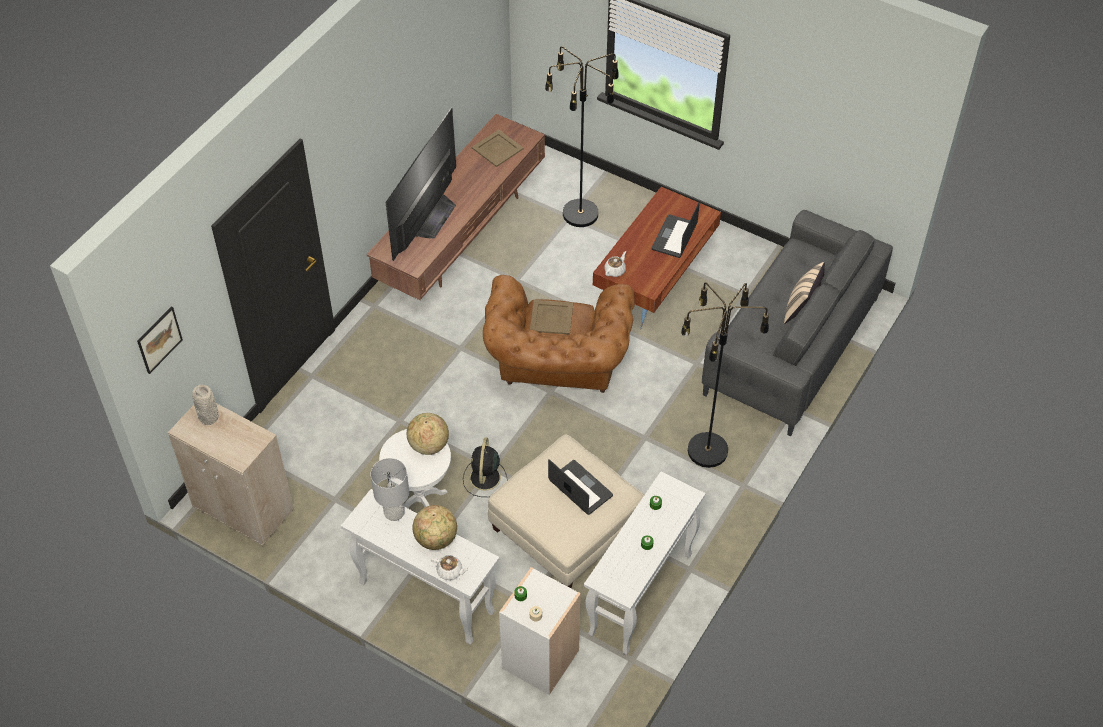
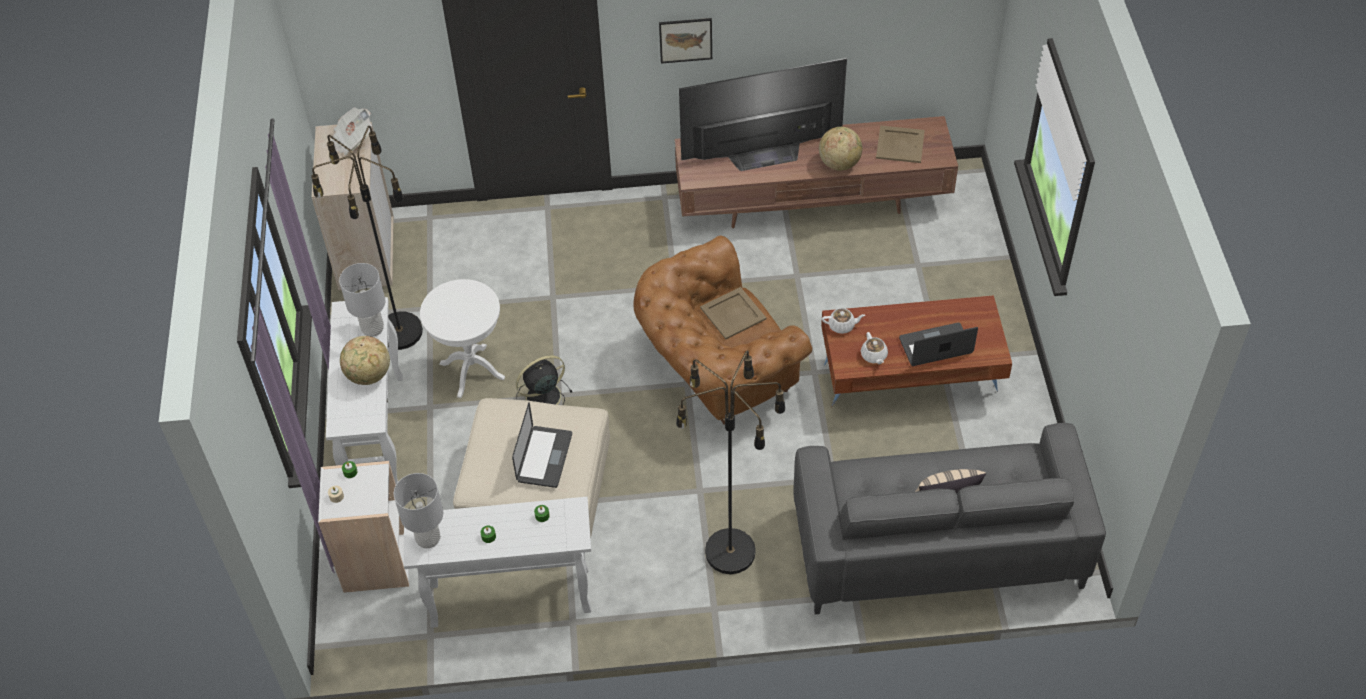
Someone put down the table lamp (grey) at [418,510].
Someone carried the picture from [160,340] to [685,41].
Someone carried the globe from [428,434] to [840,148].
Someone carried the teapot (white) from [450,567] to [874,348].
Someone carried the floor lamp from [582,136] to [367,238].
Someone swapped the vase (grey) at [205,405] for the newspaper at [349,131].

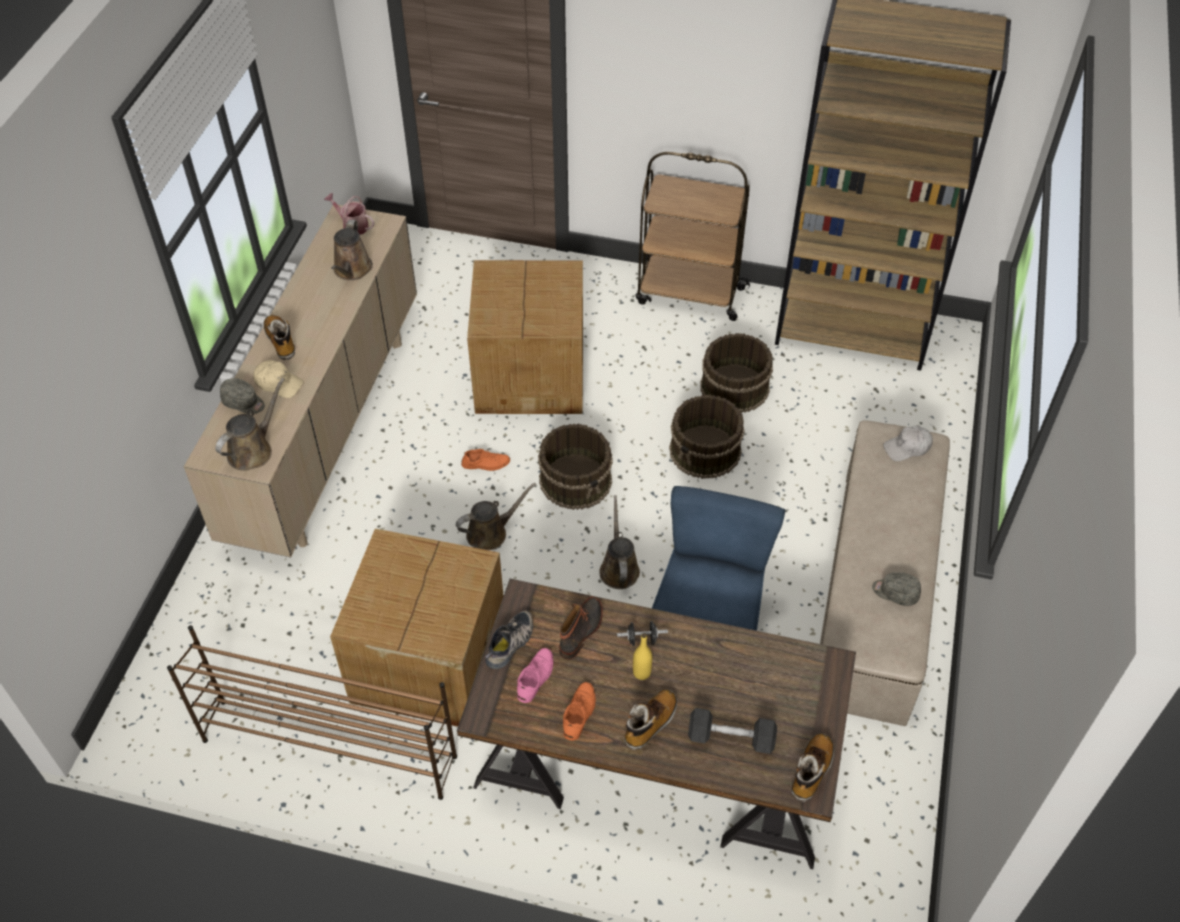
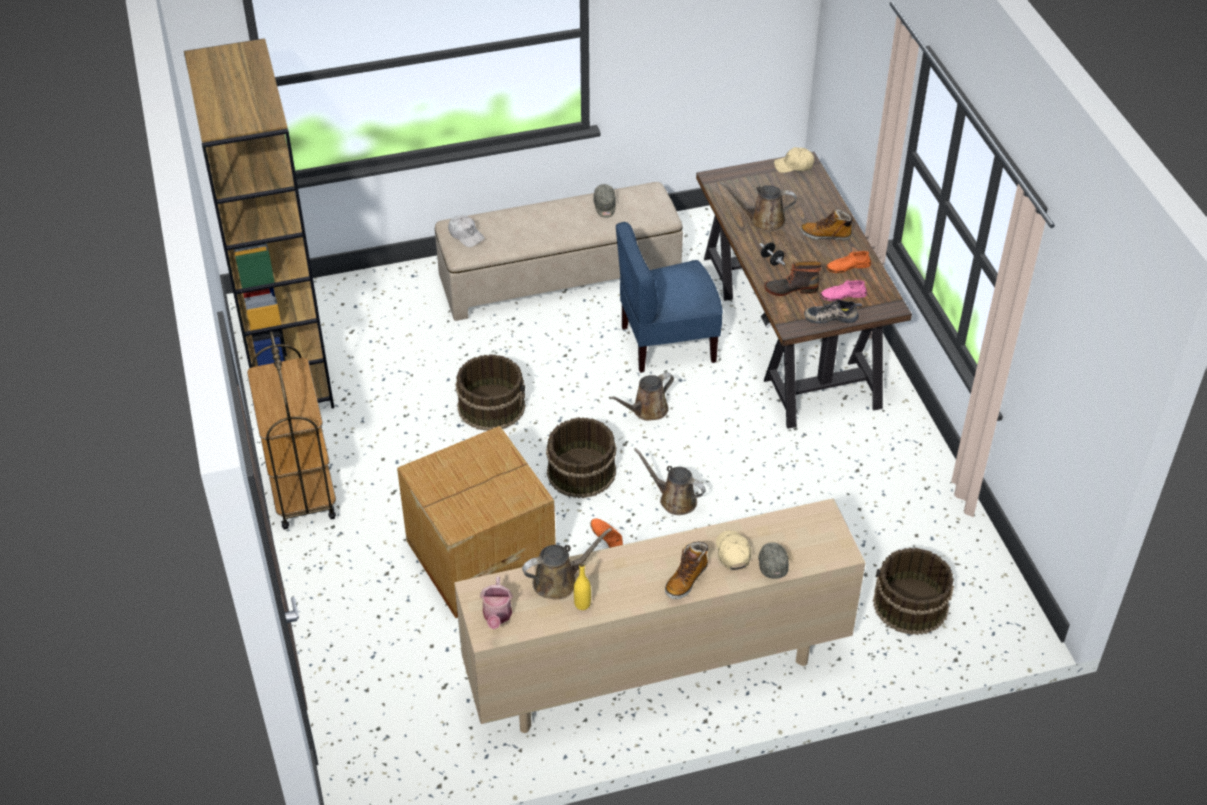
Someone took away the shoe rack (brown) at [312,712].
Someone took away the cardboard box at [416,628].
Someone took away the dumbbell (grey) at [732,731].
Someone carried the watering can (brown) from [250,424] to [758,207].
Someone carried the bottle (yellow) from [642,656] to [582,586].
Someone carried the bucket (brown) from [737,373] to [913,591].
Someone swapped the boot at [812,767] for the cap (beige) at [794,160].

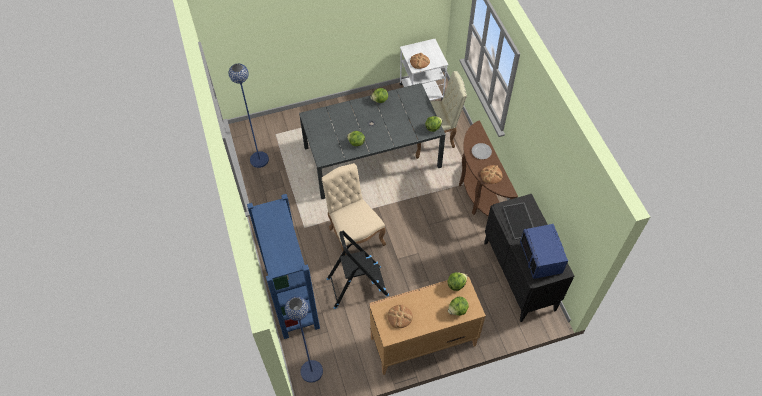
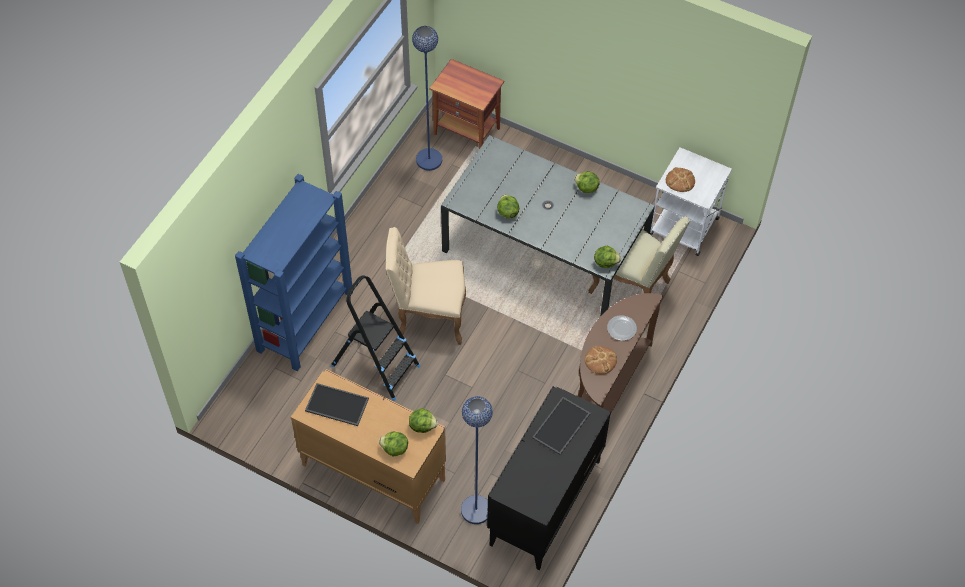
Someone took away the microwave (blue) at [544,251].
Someone put down the nightstand at [467,104].
Someone carried the floor lamp (blue) from [304,339] to [477,460].
Someone swapped the bread at [400,316] for the tray at [337,404].
Someone rotated the chair (beige) at [354,209] by 105 degrees counterclockwise.

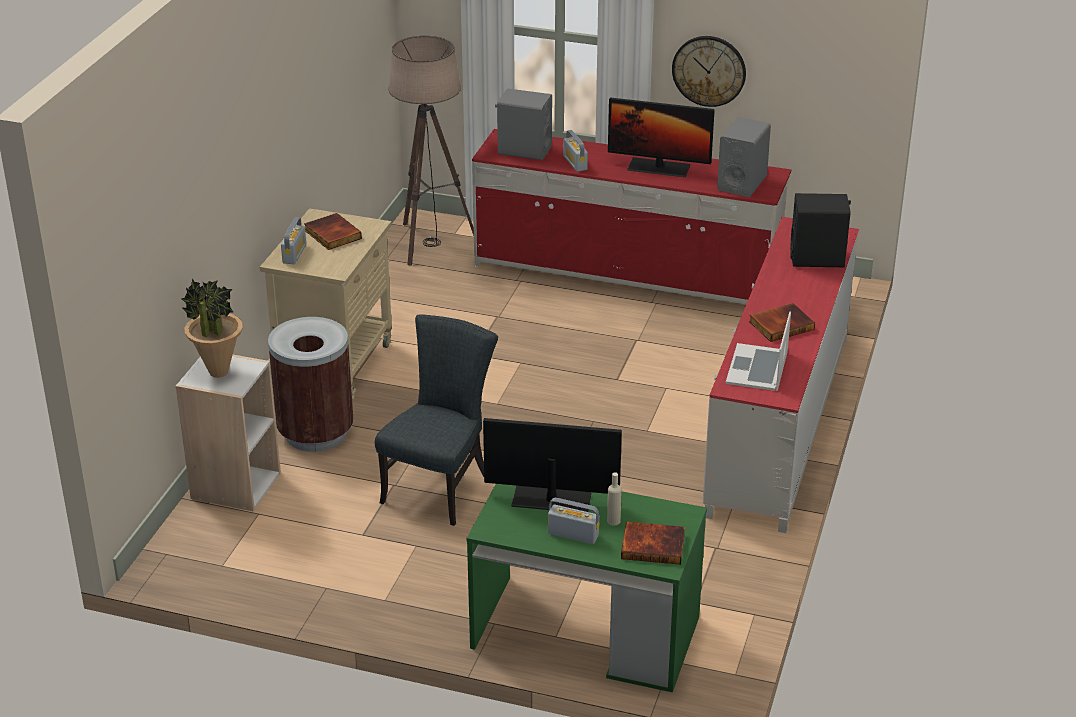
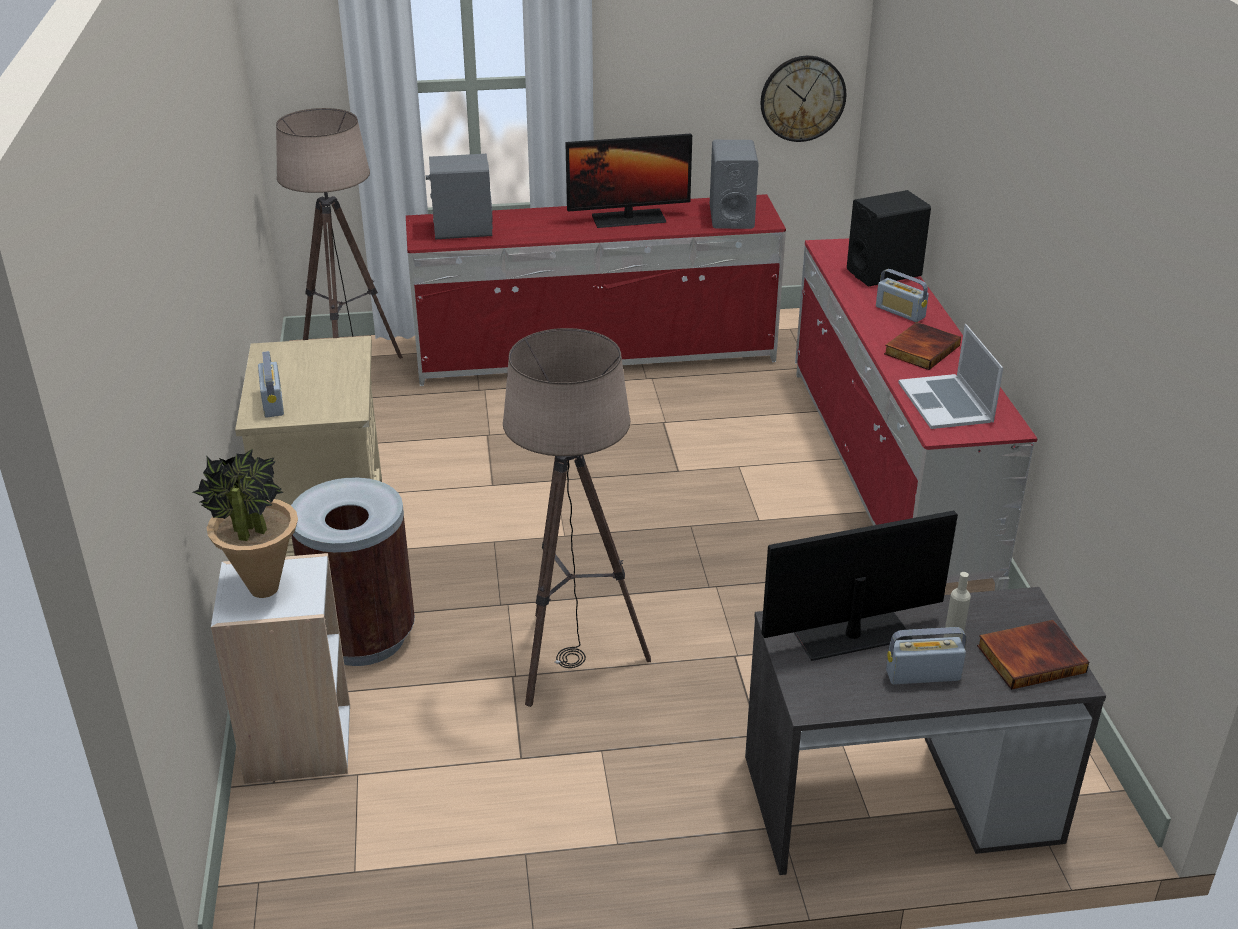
Someone took away the book at [333,231].
Someone carried the radio from [575,151] to [902,295].
Someone carried the wall clock from [709,71] to [803,99].
Someone swapped the chair (grey) at [436,420] for the floor lamp at [577,517].
Someone repainted the desk (green) at [587,588], which became the desk (grey) at [925,731].

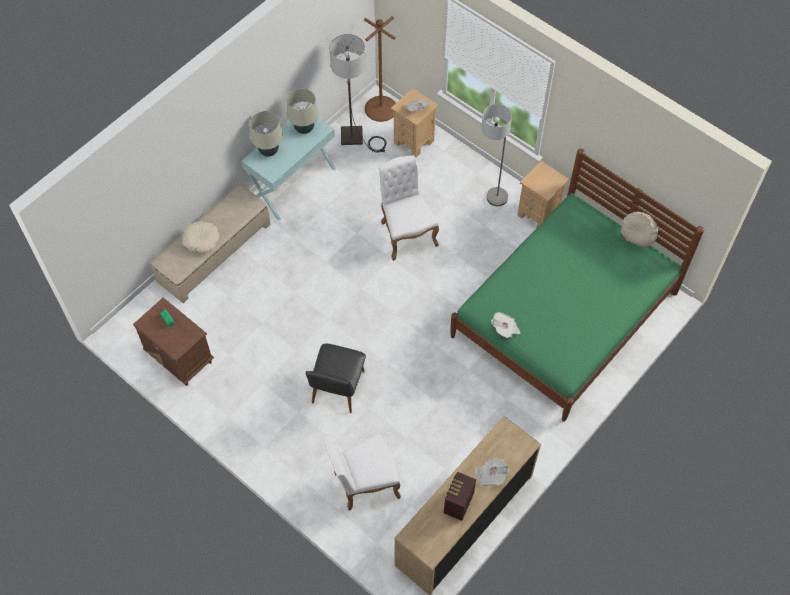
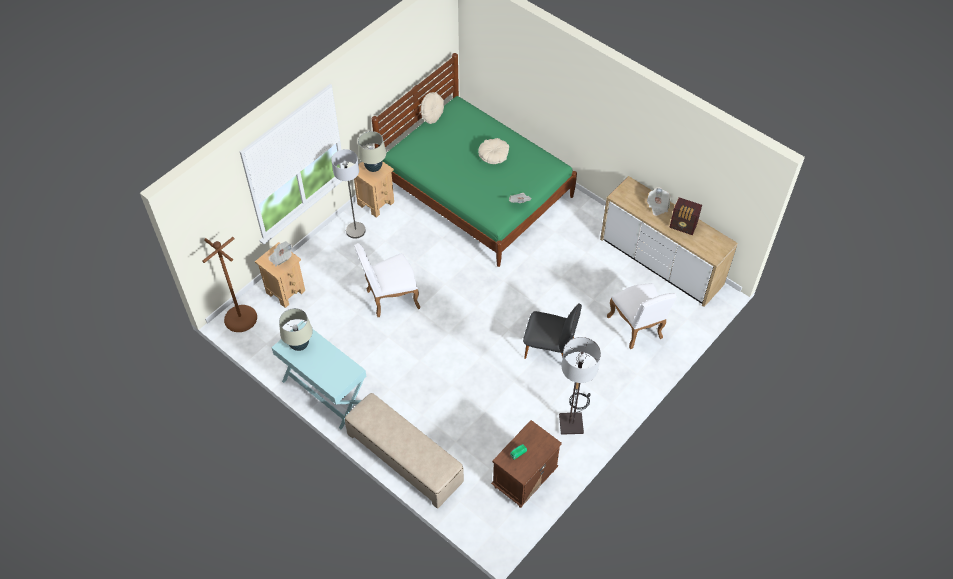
Someone carried the pillow (beige) from [200,237] to [493,151].
Someone carried the table lamp (beige) from [266,134] to [372,151].
Someone carried the floor lamp from [357,93] to [580,386].

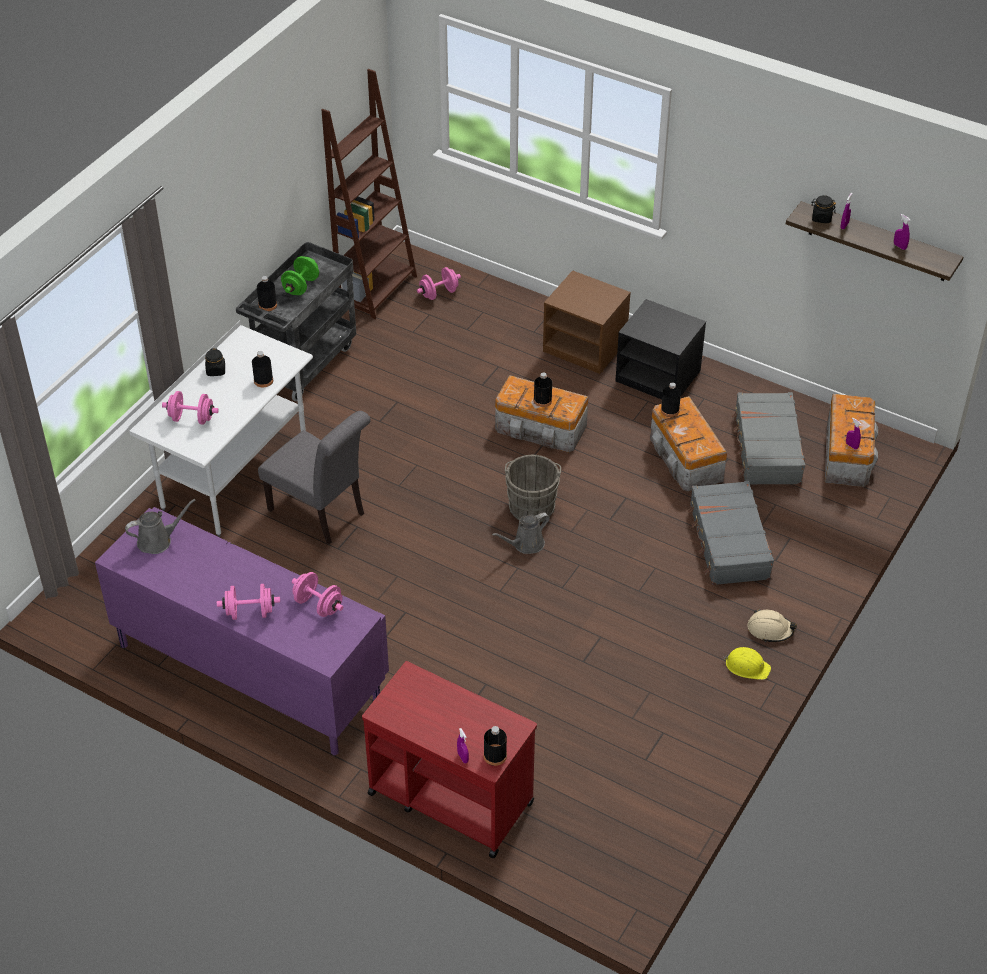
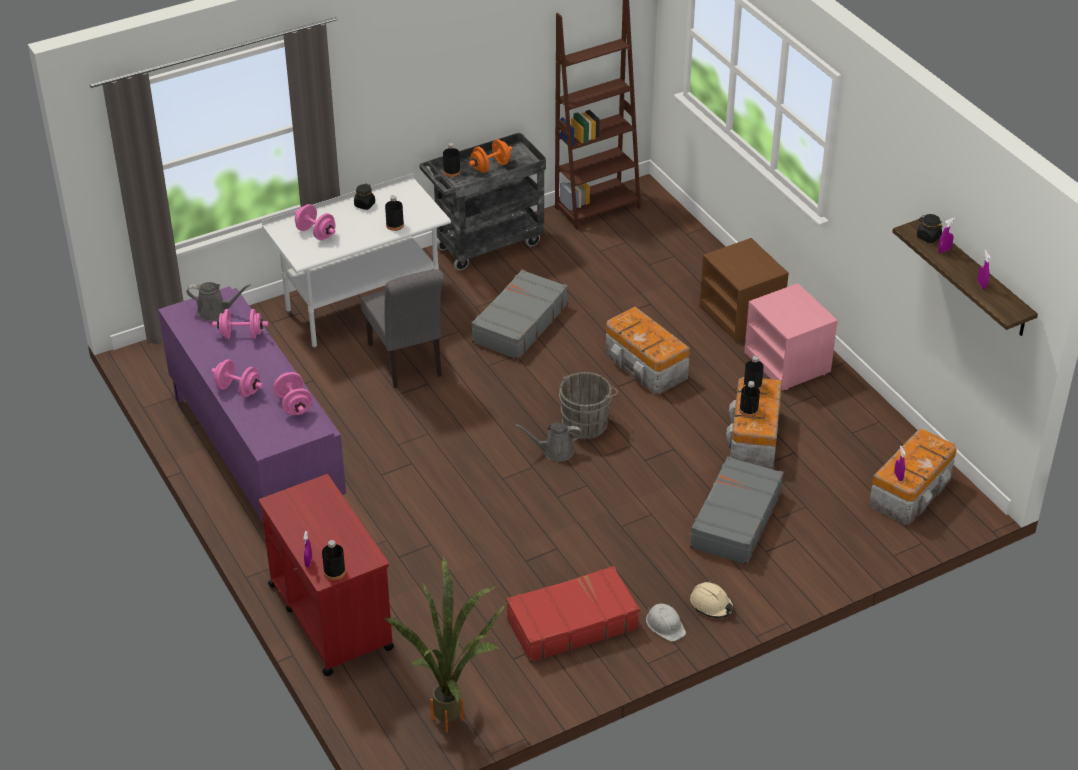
Someone put down the potted plant at [447,644].
Someone put down the suitcase (red) at [573,614].
Someone carried the dumbbell (pink) from [439,283] to [240,324].
Someone carried the bottle (black) from [543,389] to [749,399].
Someone carried the suitcase (grey) from [768,438] to [520,314].
Someone repainted the dumbbell (green) at [300,275], which became the dumbbell (orange) at [490,156].
Someone repainted the nightstand (black) at [660,349], which became the nightstand (pink) at [791,337].
Someone repainted the hard hat (yellow) at [747,663], which became the hard hat (white) at [666,623].

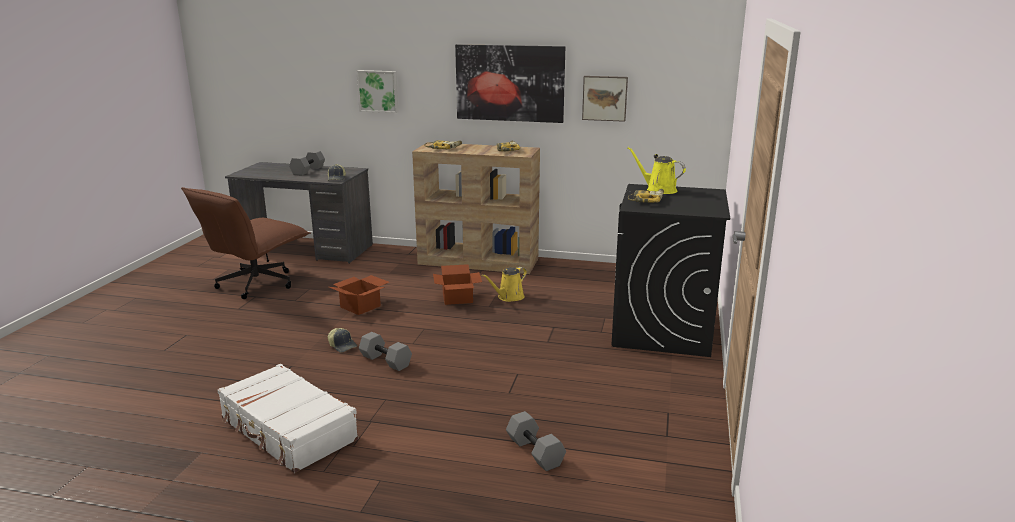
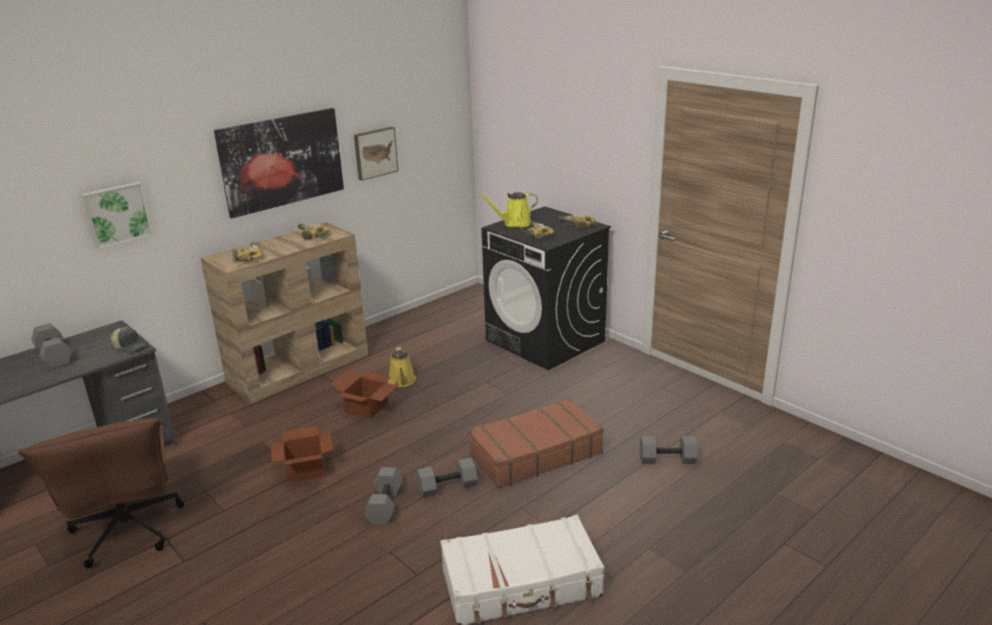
Someone put down the suitcase (brown) at [536,443].
Someone put down the power drill at [578,222].
Someone swapped the cap at [342,340] for the dumbbell (grey) at [383,496].

